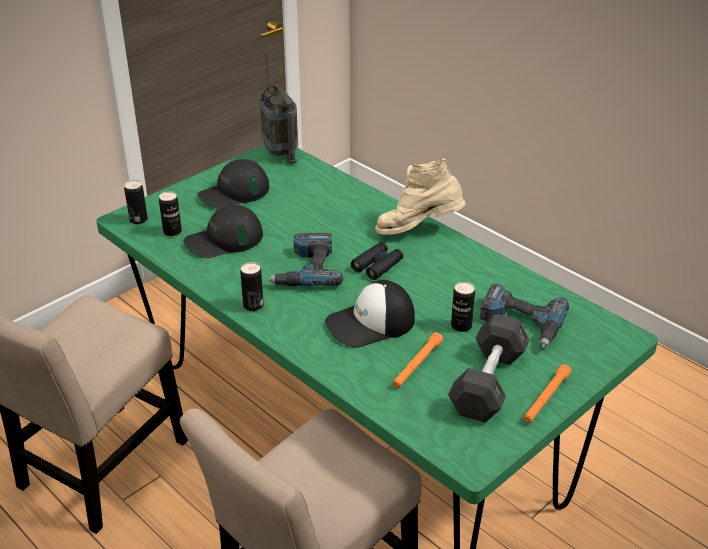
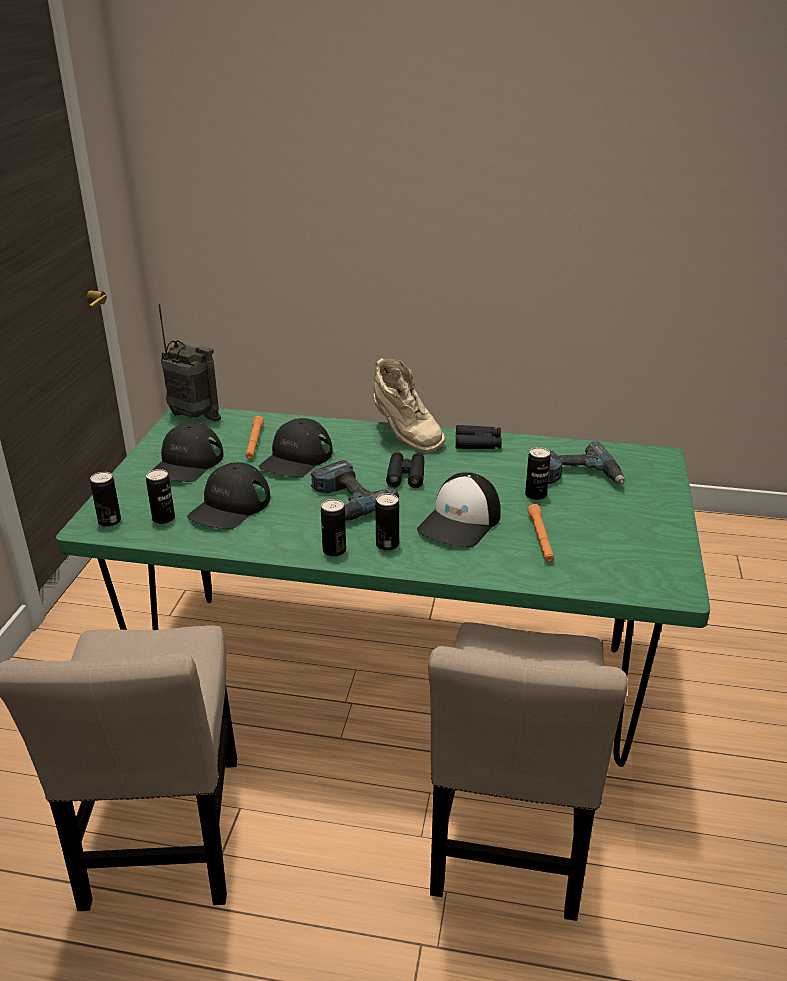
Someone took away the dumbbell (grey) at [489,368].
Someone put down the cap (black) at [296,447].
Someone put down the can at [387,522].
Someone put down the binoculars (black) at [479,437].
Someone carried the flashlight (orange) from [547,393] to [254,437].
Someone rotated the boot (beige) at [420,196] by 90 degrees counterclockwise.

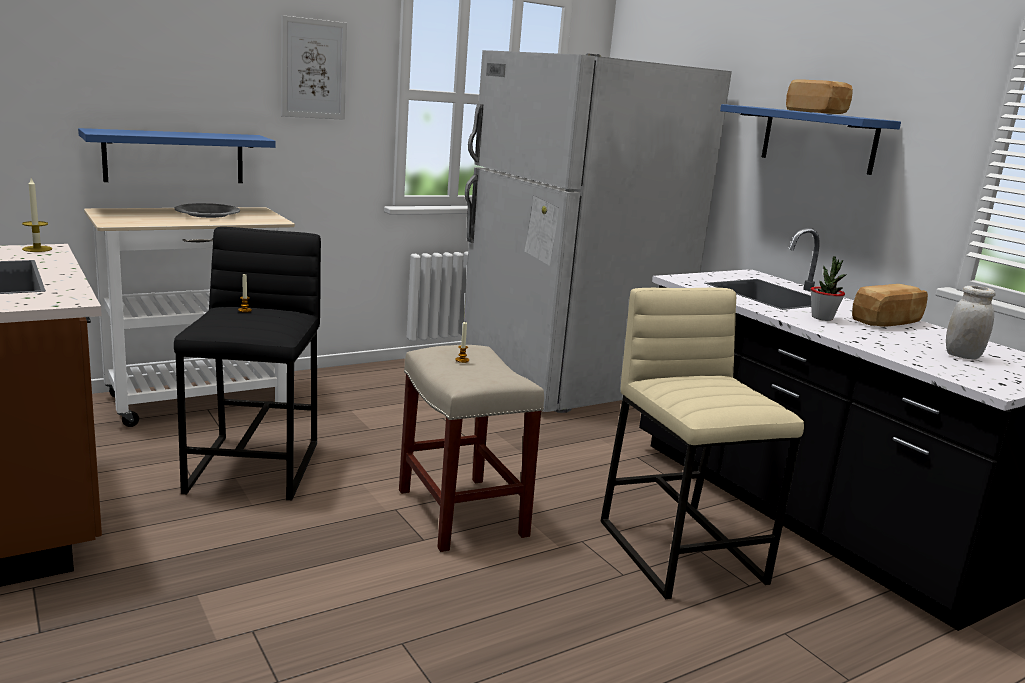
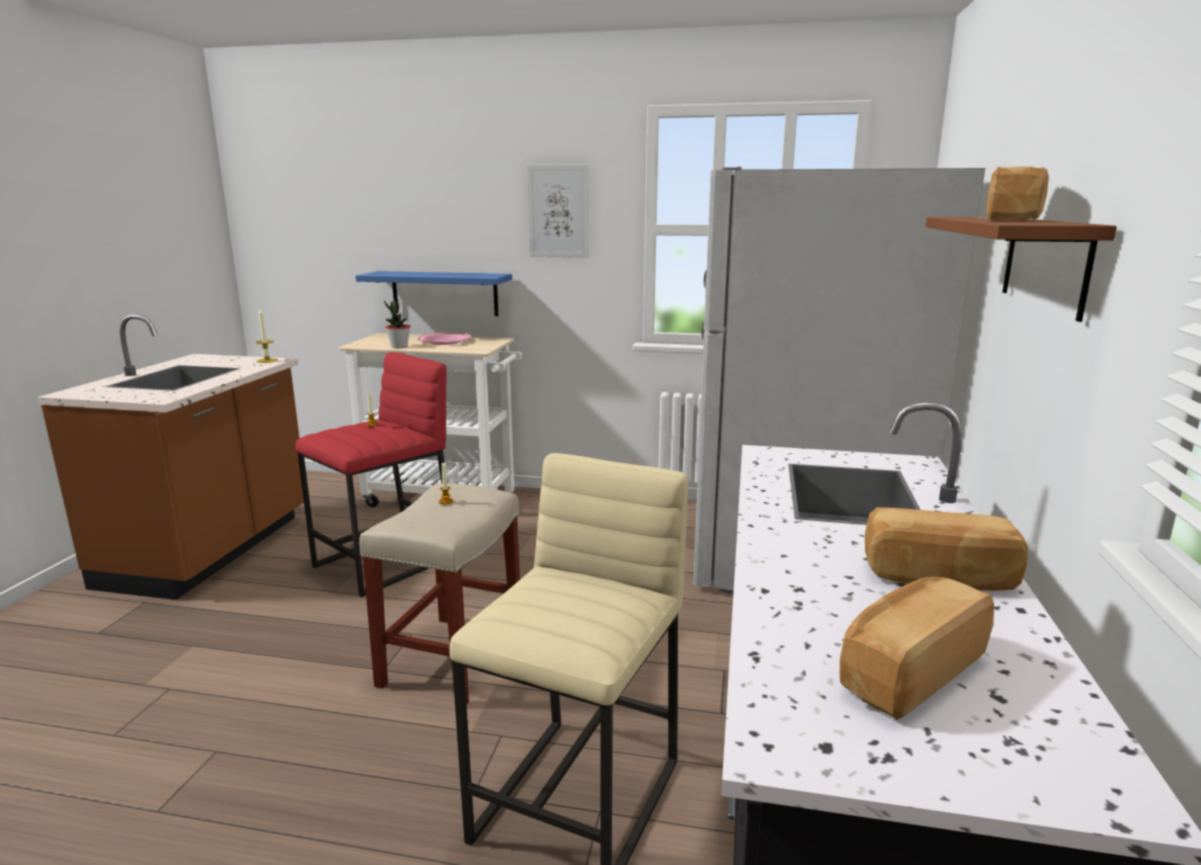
Someone carried the potted plant from [828,288] to [397,324].
Someone swapped the jar (white) at [971,323] for the bread at [917,648].
Someone repainted the stool (black) at [247,363], which became the stool (red) at [371,474].
Someone repainted the plate (grey) at [207,210], which became the plate (pink) at [445,338].
Someone repainted the shelf (blue) at [810,139], which became the shelf (brown) at [1021,269].

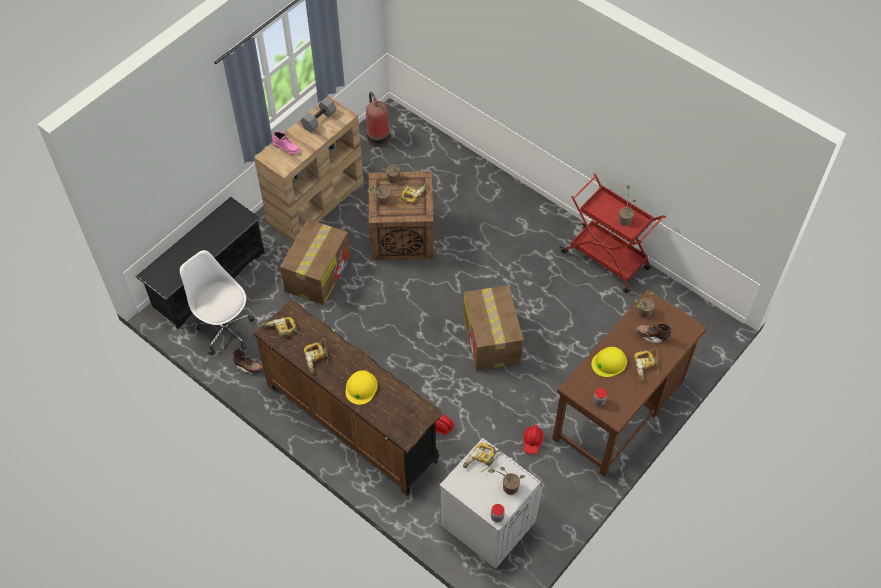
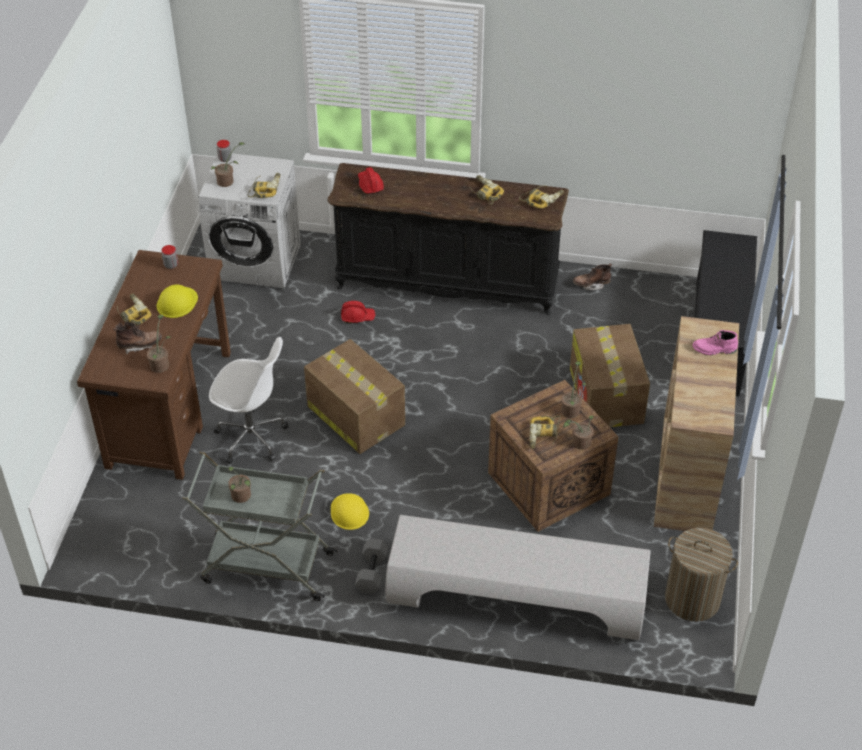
Someone put down the bench (grey) at [518,577].
Someone carried the office chair (white) from [217,302] to [249,400].
Someone carried the dumbbell (grey) from [319,114] to [371,566].
Someone carried the hard hat (yellow) from [362,387] to [350,511].
Someone carried the hard hat (red) from [533,439] to [371,180].
Someone swapped the fire extinguisher at [378,119] for the laundry basket at [701,574].
Someone repainted the cart (red) at [613,233], which became the cart (grey) at [260,526].

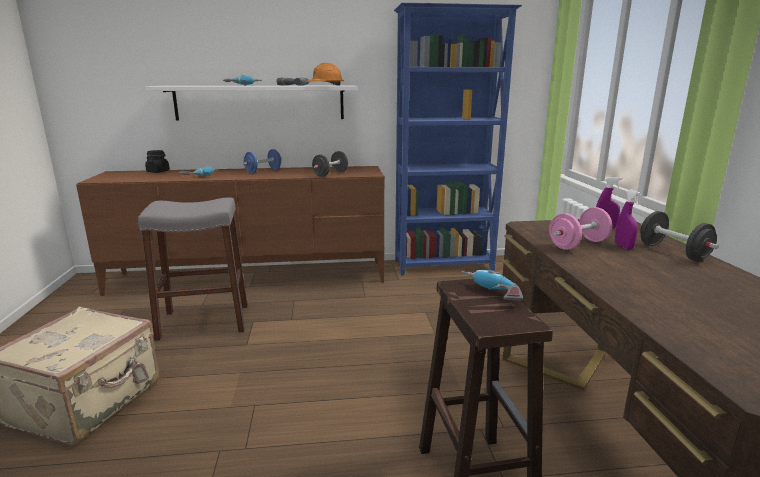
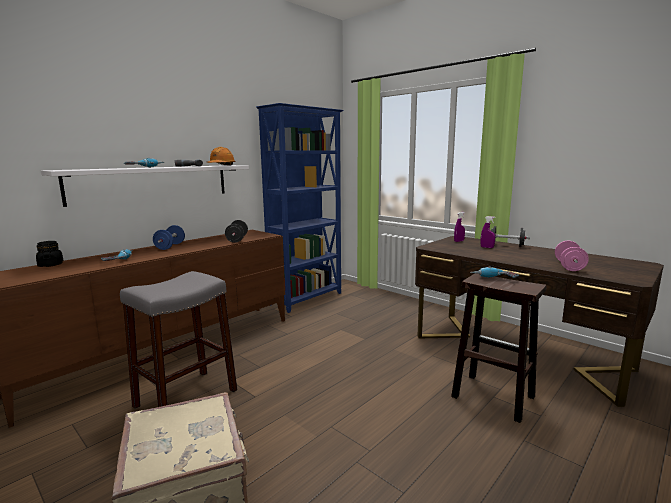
Someone carried the dumbbell (pink) from [580,228] to [572,256].

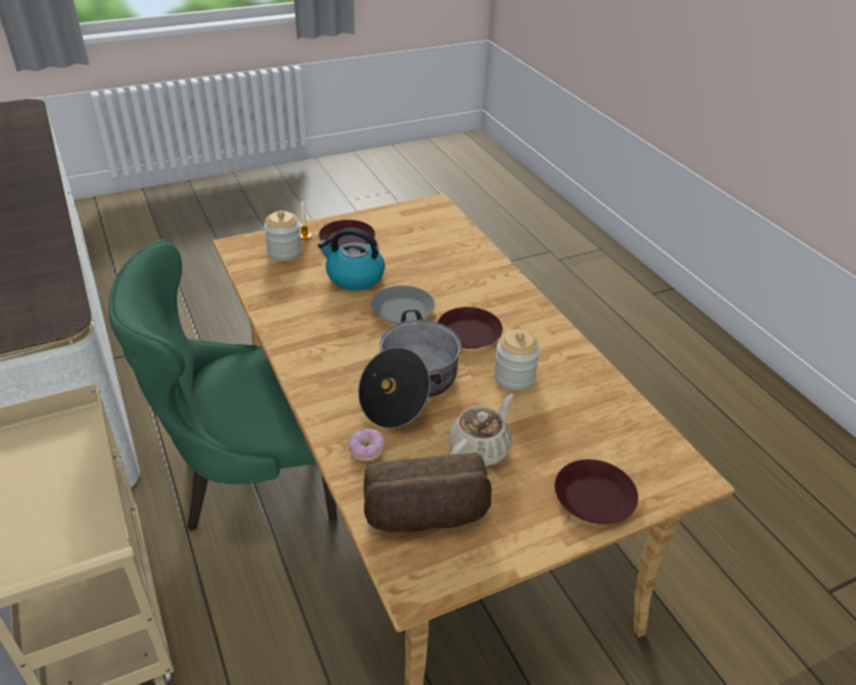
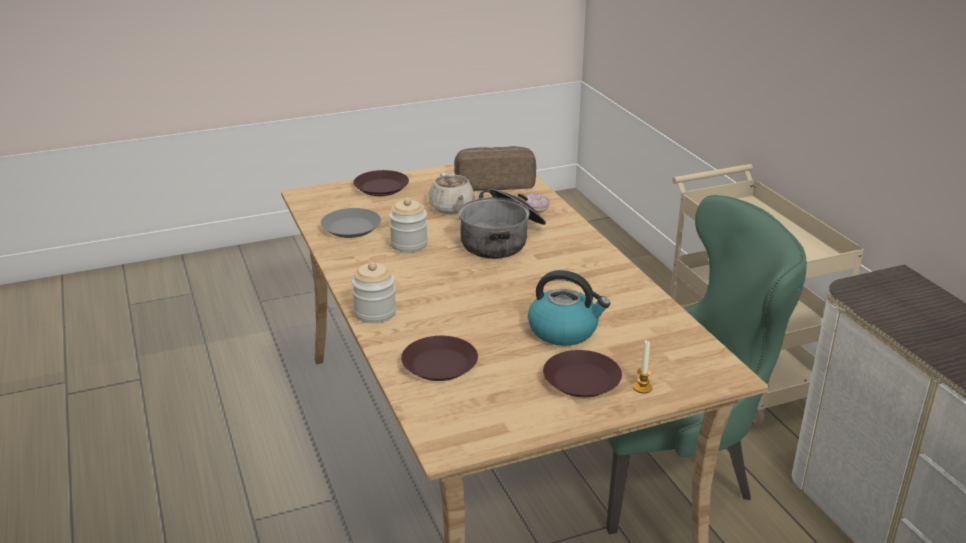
Someone carried the jar from [283,235] to [374,292].
Someone carried the plate (grey) from [403,305] to [351,223].
Someone carried the plate (brown) from [470,328] to [439,358].
Someone rotated the teapot (beige) at [480,429] by 60 degrees counterclockwise.

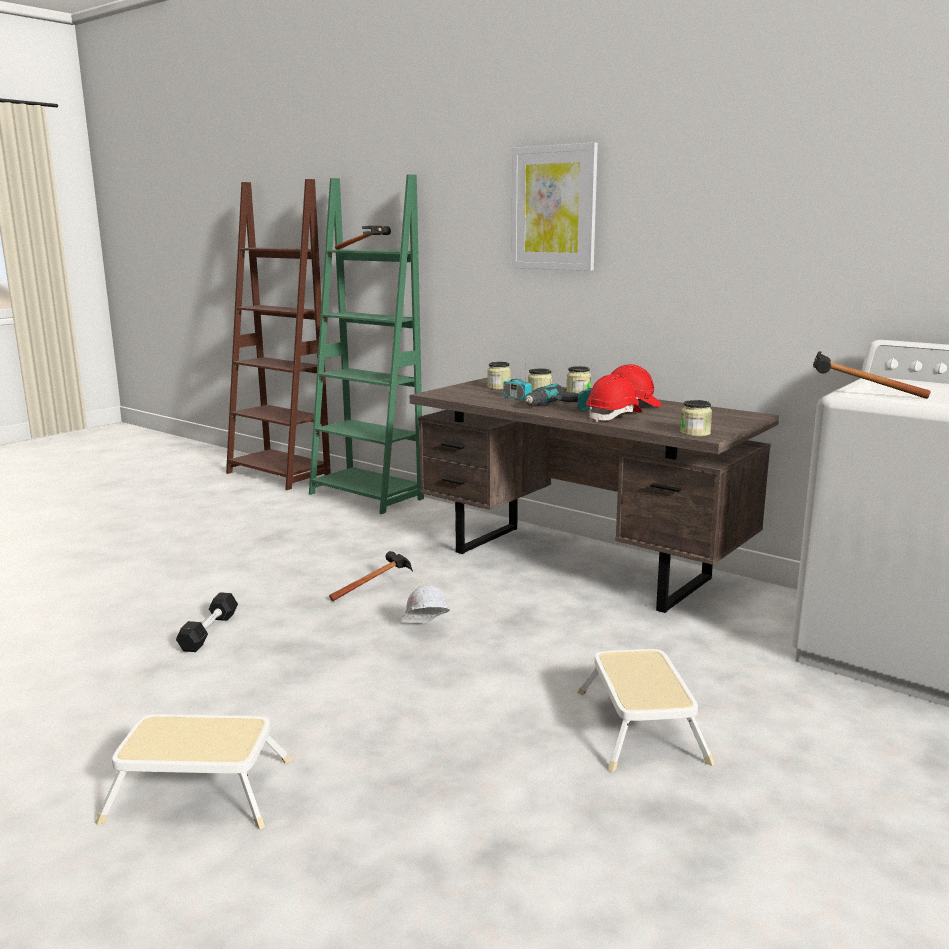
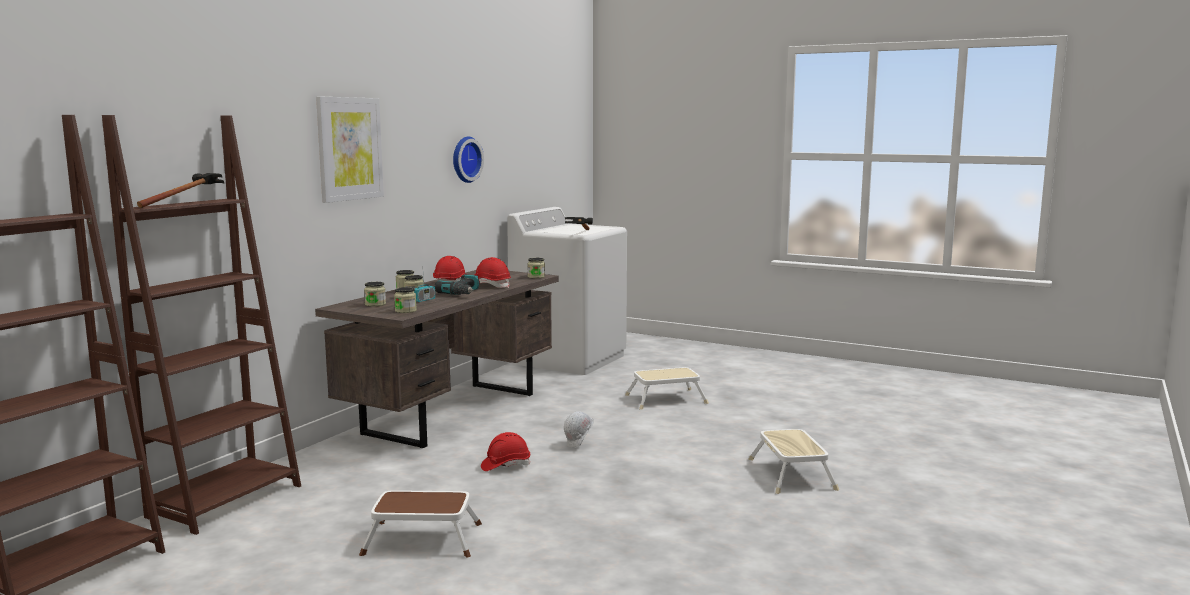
Someone took away the dumbbell (black) at [207,622].
Someone put down the step ladder (brown) at [420,524].
Someone put down the jar at [405,300].
Someone put up the wall clock at [468,160].
Someone swapped the hammer at [371,576] for the hard hat (red) at [506,451].
Someone repainted the bookcase (green) at [366,344], which became the bookcase (brown) at [201,325].

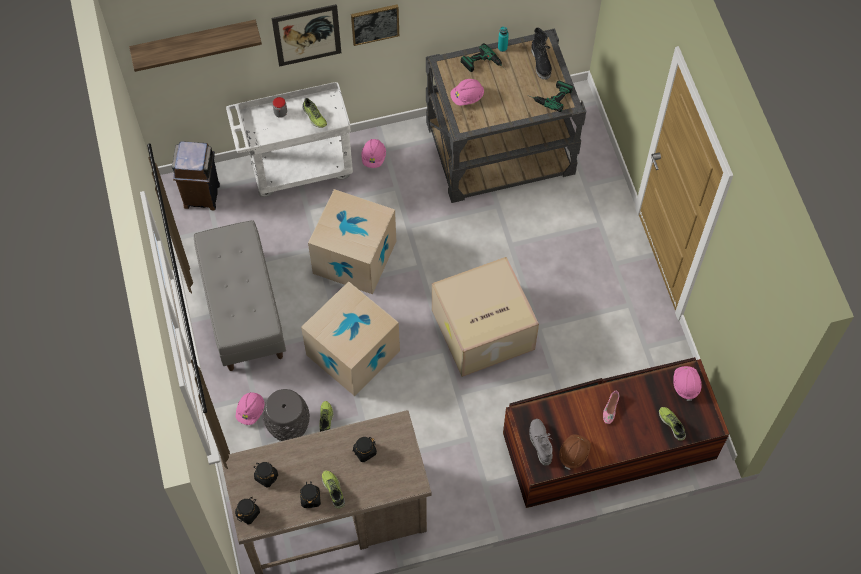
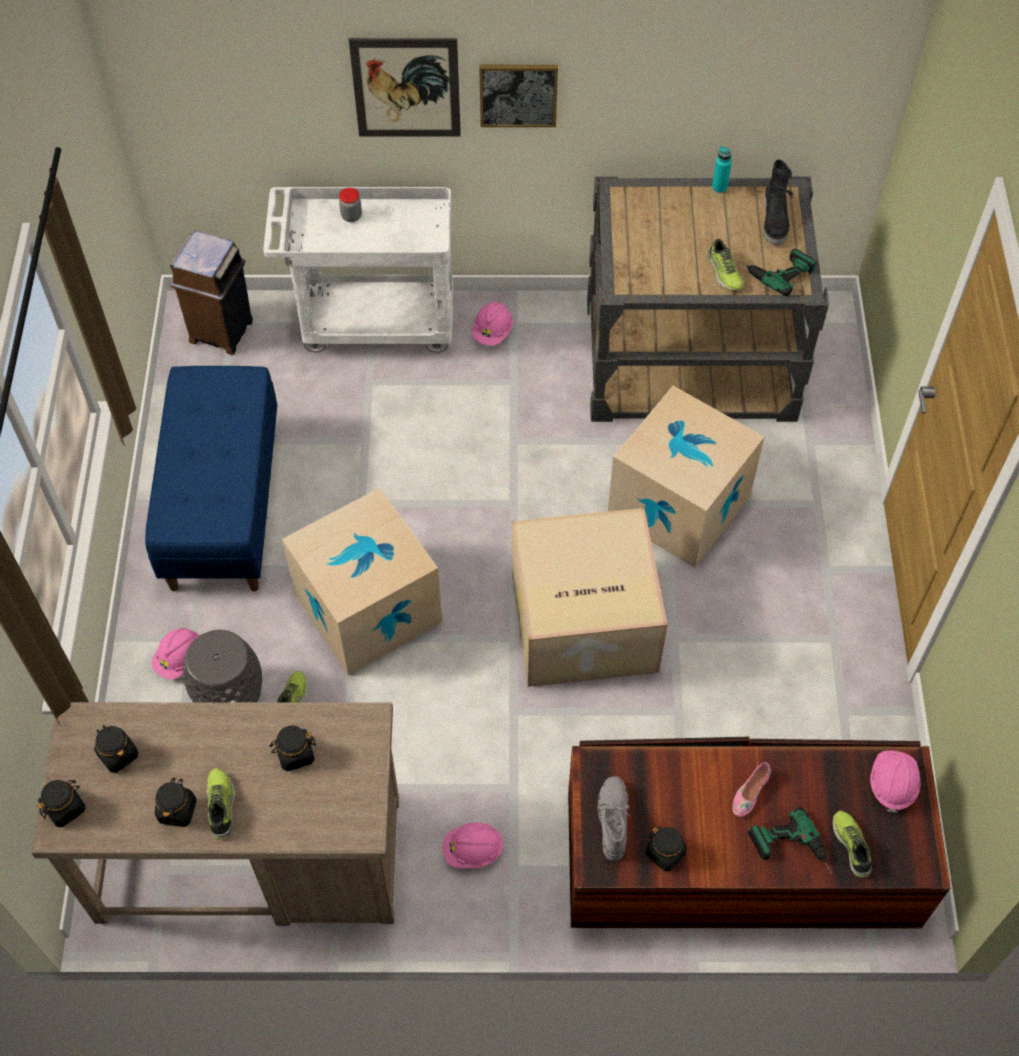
Someone took away the shelf at [195,46].
Someone carried the shoe from [314,113] to [725,264].
Someone carried the cardboard box from [352,241] to [686,477].
Someone carried the hard hat (pink) from [467,92] to [473,845].
Someone carried the power drill from [483,57] to [790,840].
Someone swapped the hard hat (brown) at [575,452] for the jar (black) at [666,848].
Someone repainted the bench (grey) at [240,295], which became the bench (blue) at [211,478].

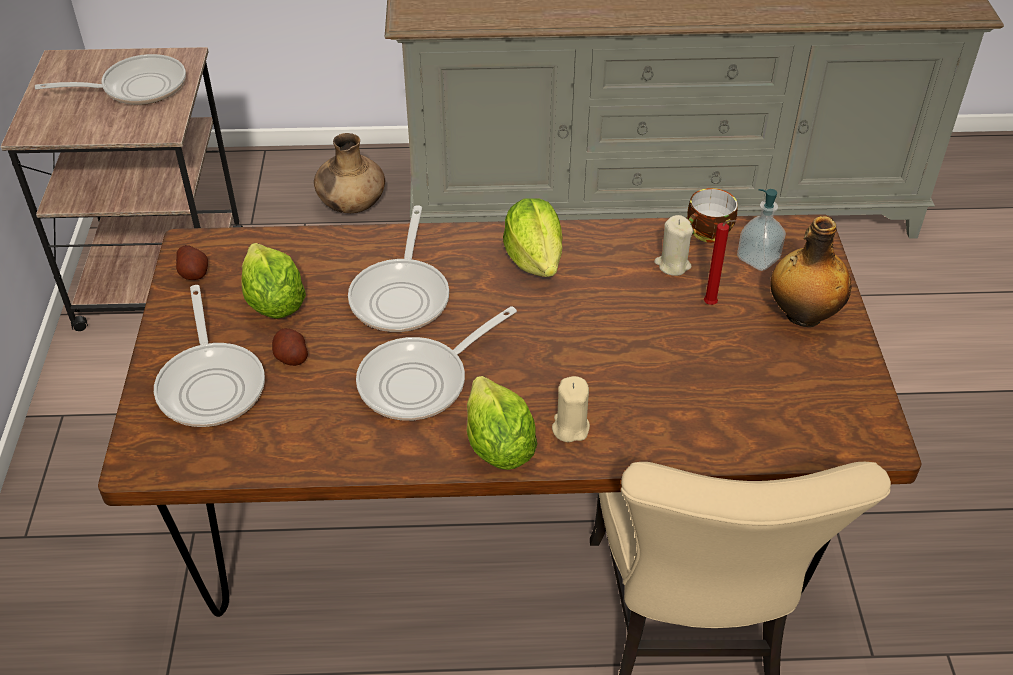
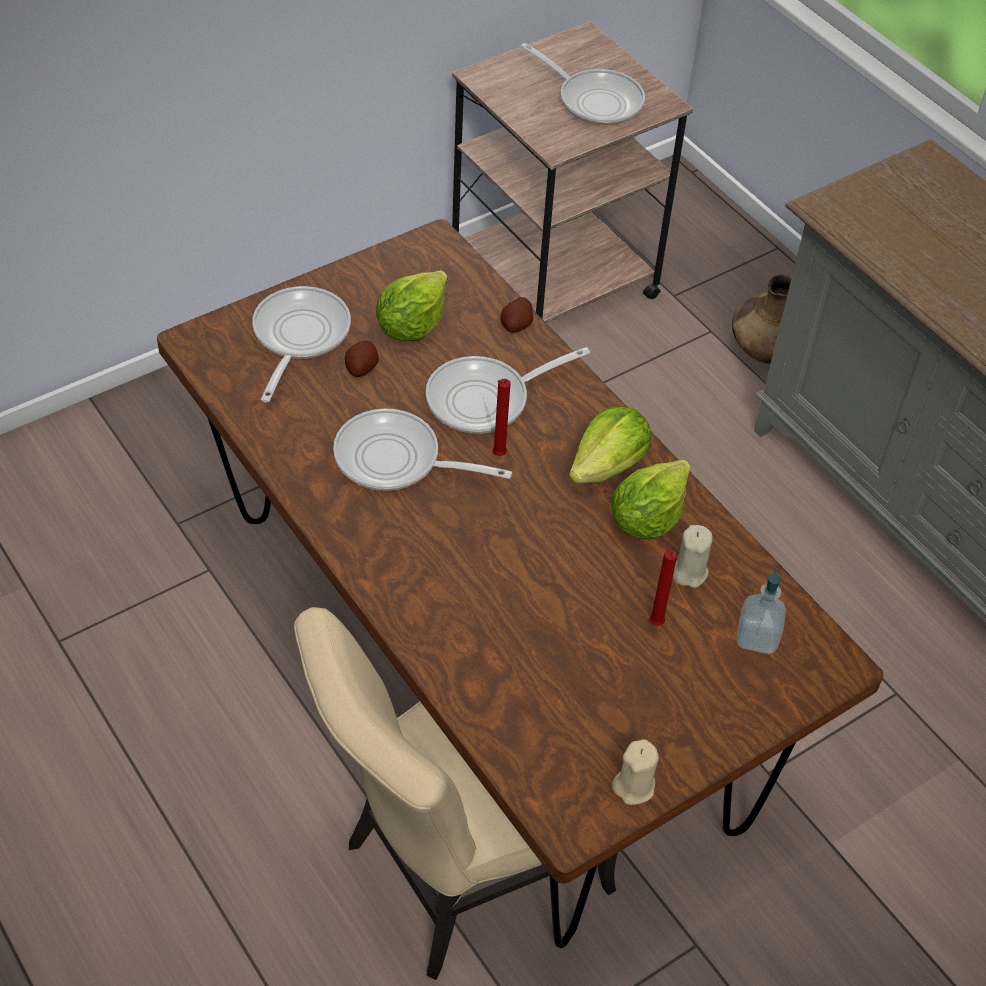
Someone took away the cup at [712,215].
Someone took away the bottle at [811,271].
Someone put down the candle (red) at [501,417].
Someone carried the potato from [192,262] to [517,315].
Someone carried the lettuce from [502,423] to [651,499].
Someone carried the candle (beige) from [571,409] to [635,772].
Someone rotated the frying pan at [209,356] by 150 degrees clockwise.

